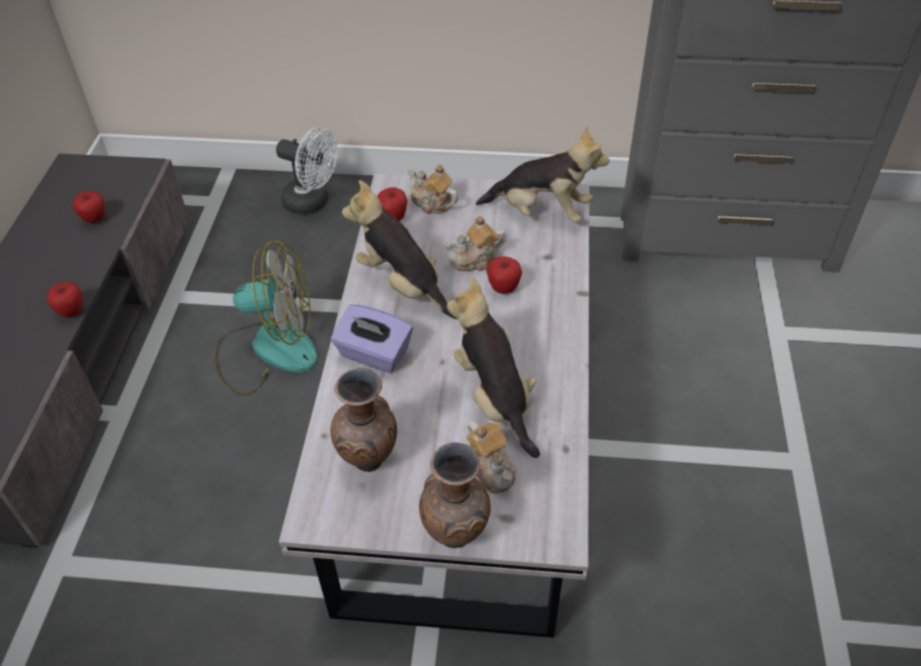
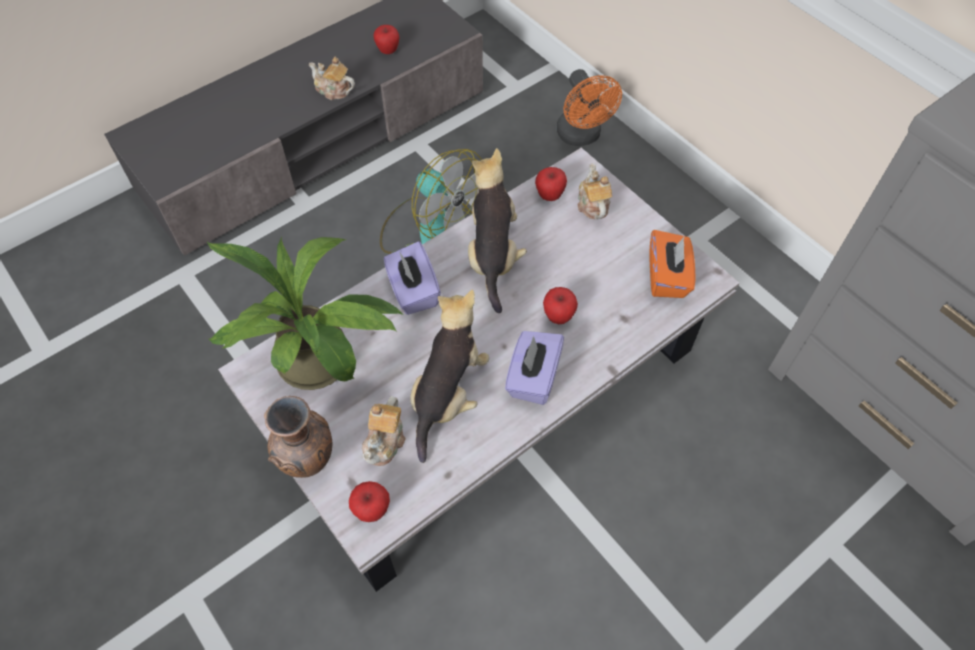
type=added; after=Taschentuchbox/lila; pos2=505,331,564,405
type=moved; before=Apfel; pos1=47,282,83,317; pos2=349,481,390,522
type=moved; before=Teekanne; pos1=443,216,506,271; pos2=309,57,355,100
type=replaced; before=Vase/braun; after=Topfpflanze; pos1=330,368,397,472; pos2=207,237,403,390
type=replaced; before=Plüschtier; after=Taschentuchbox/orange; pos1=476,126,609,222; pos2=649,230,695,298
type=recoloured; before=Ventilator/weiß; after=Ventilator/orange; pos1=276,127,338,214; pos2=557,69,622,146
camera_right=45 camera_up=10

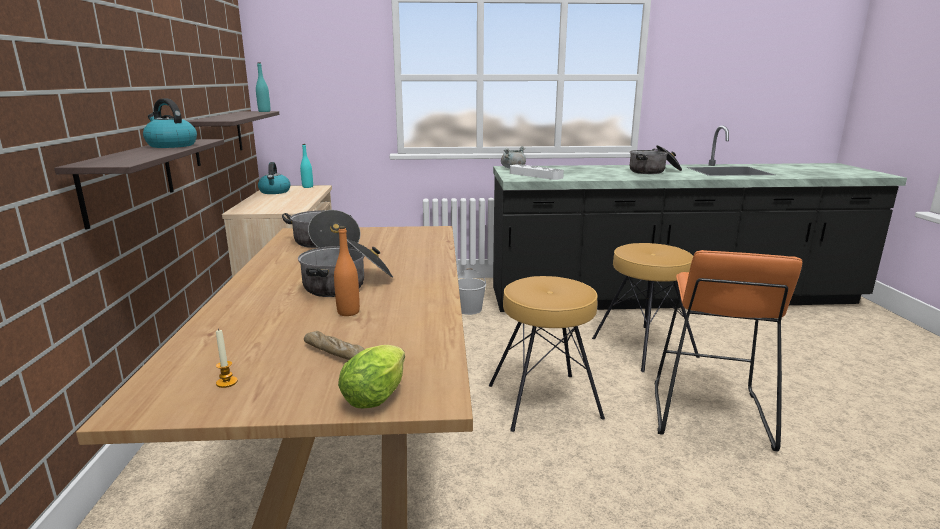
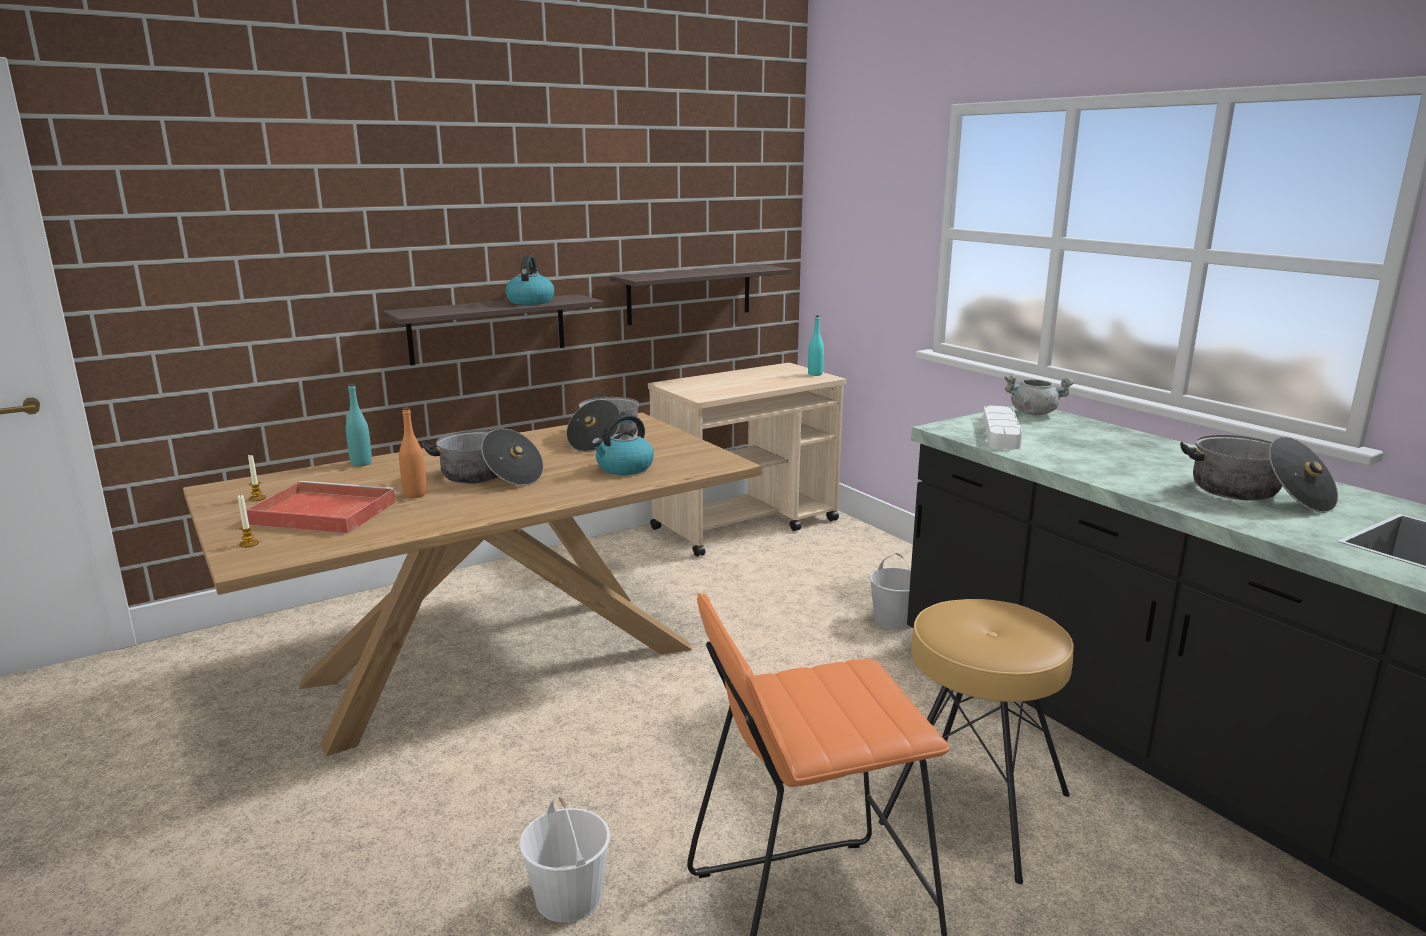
type=removed; before=Hocker/braun; pos1=489,276,605,432
type=added; after=Eimer/weiß; pos2=520,797,610,923
type=moved; before=Flasche/türkis; pos1=256,62,270,112; pos2=346,384,372,466
type=moved; before=Wasserkessel; pos1=258,162,290,194; pos2=591,414,654,475
type=replaced; before=Brot; after=Tablett/rot; pos1=304,331,365,360; pos2=246,481,396,534
type=replaced; before=Salatkopf; after=Kerze; pos1=338,345,405,408; pos2=238,494,259,548
camera_right=60 camera_up=0

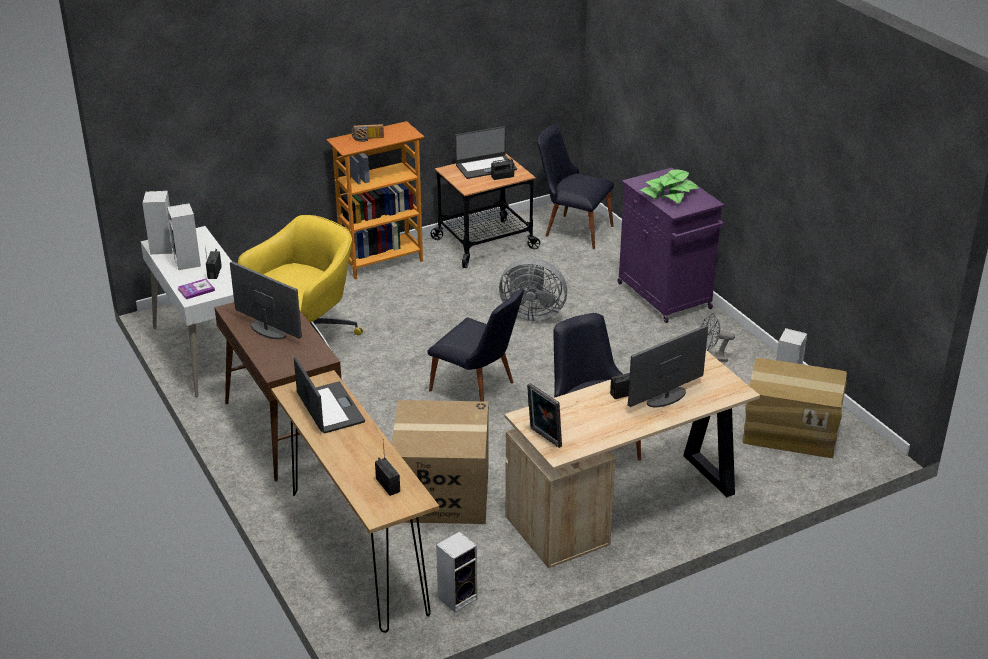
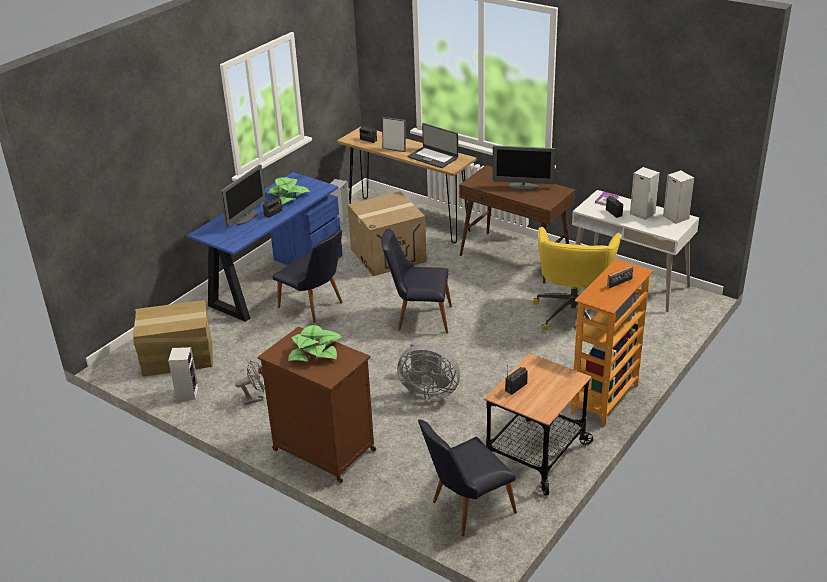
type=removed; before=Laptop; pos1=455,126,517,179
type=added; after=Topfpflanze; pos2=267,177,310,205
type=moved; before=Bilderrahmen; pos1=527,383,562,448; pos2=382,117,406,152
type=recoloured; before=Schreibtisch/beige; after=Schreibtisch/blau; pos1=505,350,760,568; pos2=187,172,343,322
type=recoloured; before=Schrank/lila; after=Schrank/braun; pos1=617,168,725,323; pos2=258,326,376,483
type=turned; before=Ventilator/grau; pos1=499,258,567,321; pos2=397,341,460,400; turn=-150
type=turned; before=Stuhl/schwarz; pos1=538,125,614,249; pos2=418,419,517,536; turn=150
camera_right=155 camera_up=0

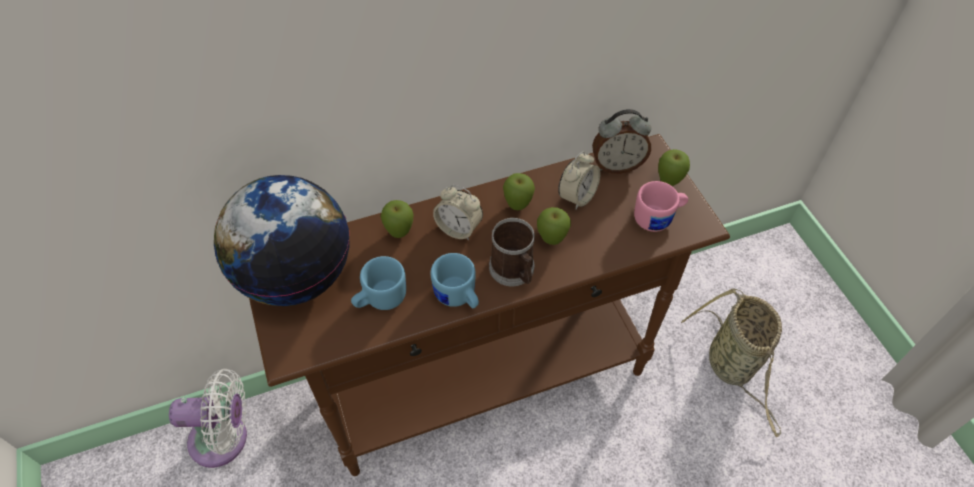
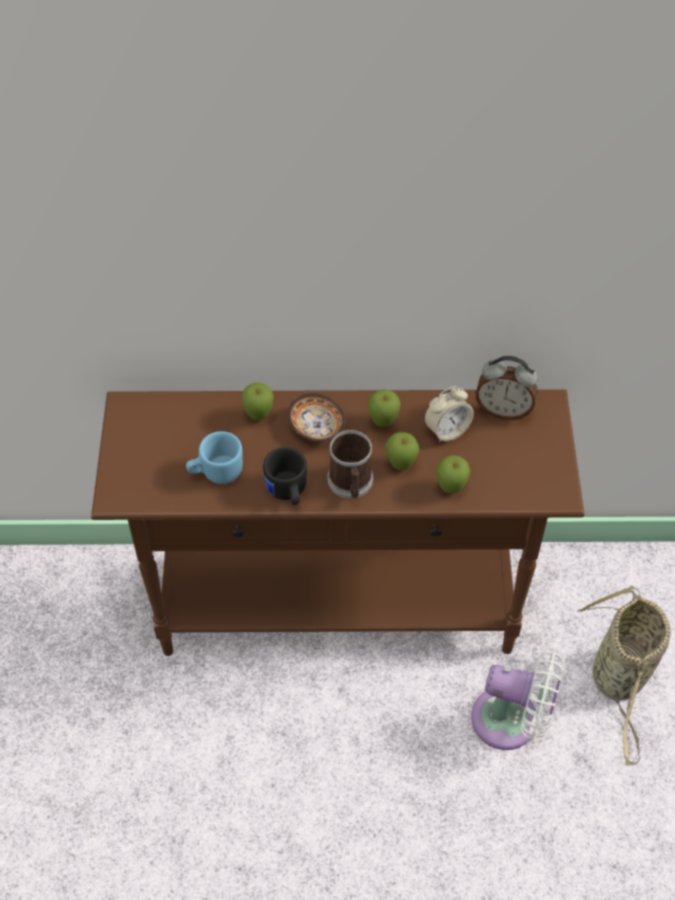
type=removed; before=Globus; pos1=214,175,350,306
type=removed; before=Henkelbecher/rosa; pos1=634,181,688,232
type=moved; before=Ventilator/weiß; pos1=169,369,247,468; pos2=471,648,565,750
type=moved; before=Apfel; pos1=658,149,690,186; pos2=436,455,470,494
type=replaced; before=Wecker; after=Schüssel; pos1=433,185,483,240; pos2=288,393,345,442
type=recoloured; before=Henkelbecher/blau; after=Henkelbecher/schwarz; pos1=431,253,479,308; pos2=263,447,307,505
camera_right=20 camera_up=0

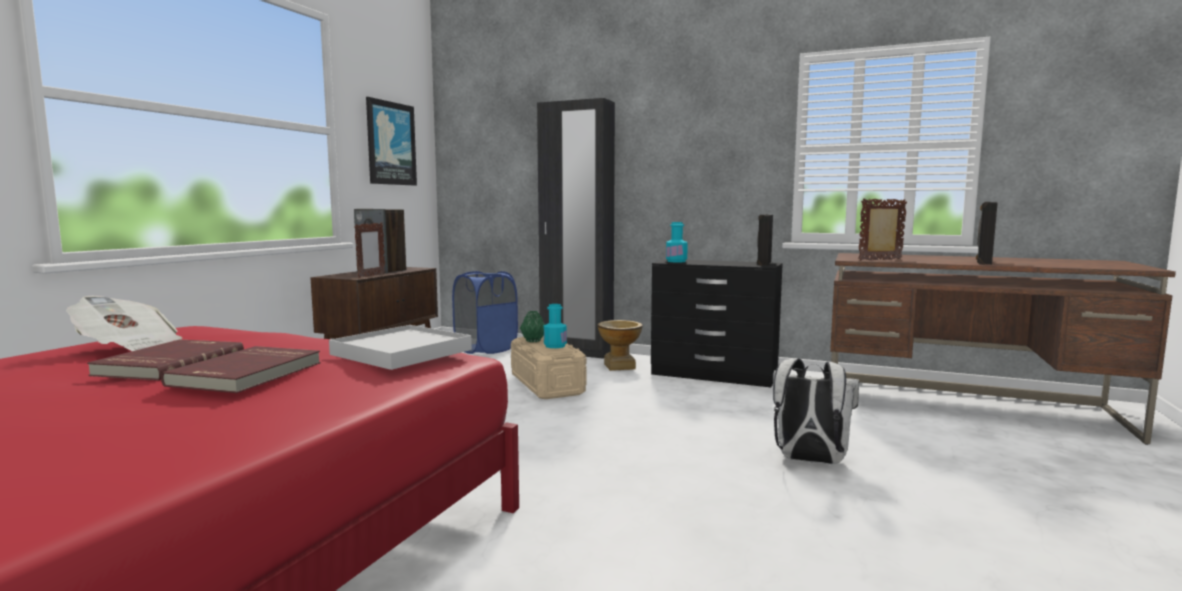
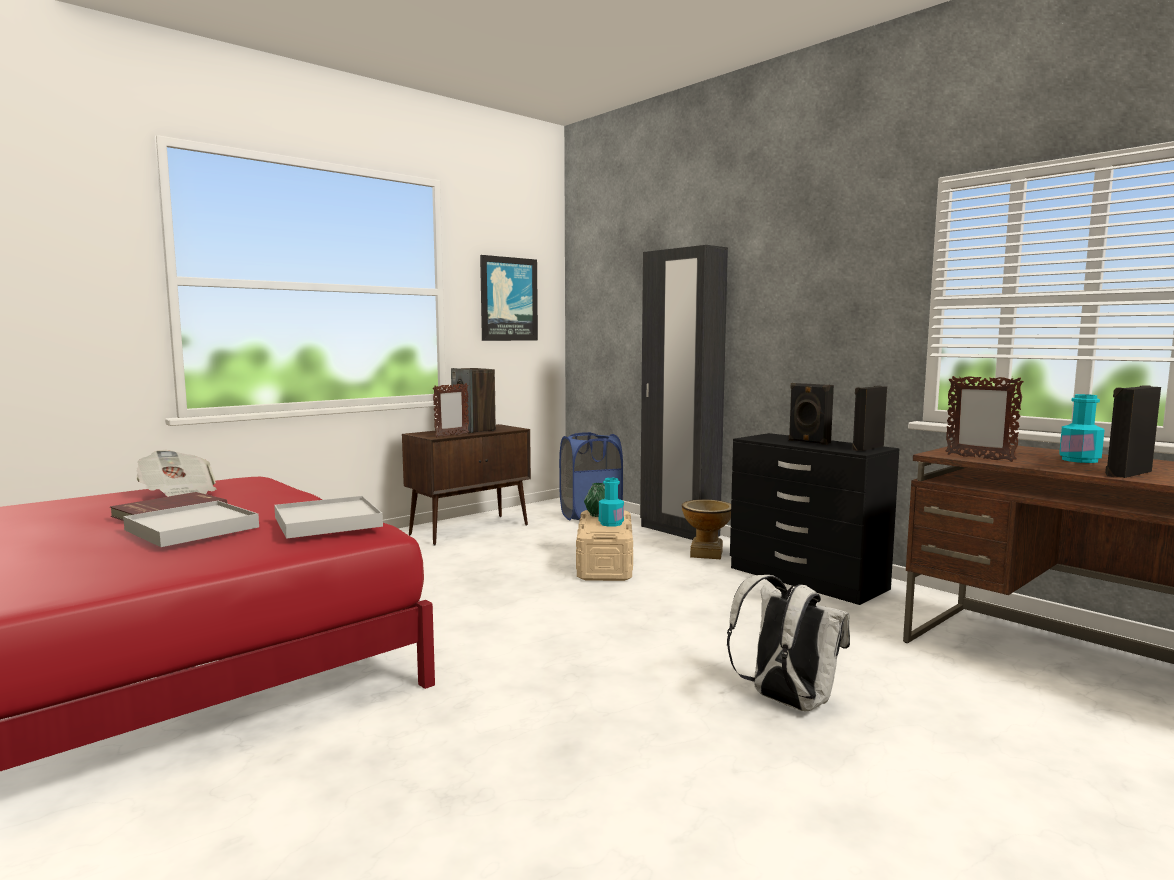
type=added; after=Lautsprecher/schwarz; pos2=788,383,834,445
type=moved; before=Flasche/türkis; pos1=666,222,688,263; pos2=1059,394,1104,463
type=replaced; before=Buch/rot; after=Tablett/weiß; pos1=161,346,321,393; pos2=123,501,259,547
type=turned; before=Bilderrahmen; pos1=858,199,907,261; pos2=946,376,1024,462; turn=-150
camera_right=25 camera_up=0

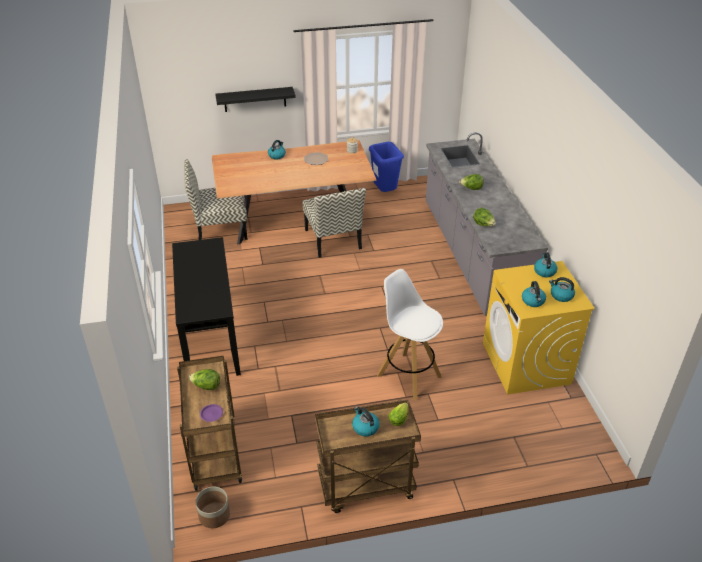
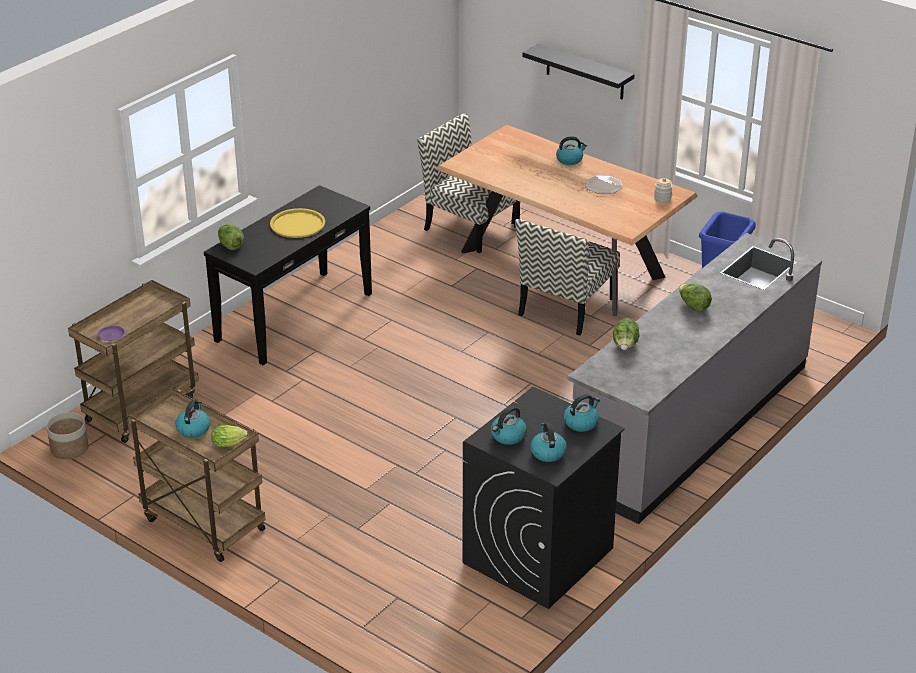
type=removed; before=Hocker/weiß; pos1=377,269,443,400
type=added; after=Tablett/gelb; pos2=270,208,325,238
type=moved; before=Salatkopf; pos1=189,369,220,390; pos2=218,224,244,250
type=recoloured; before=Waschmaschine/gelb; after=Waschmaschine/schwarz; pos1=483,261,595,395; pos2=463,387,625,609
camera_right=50 camera_up=-5

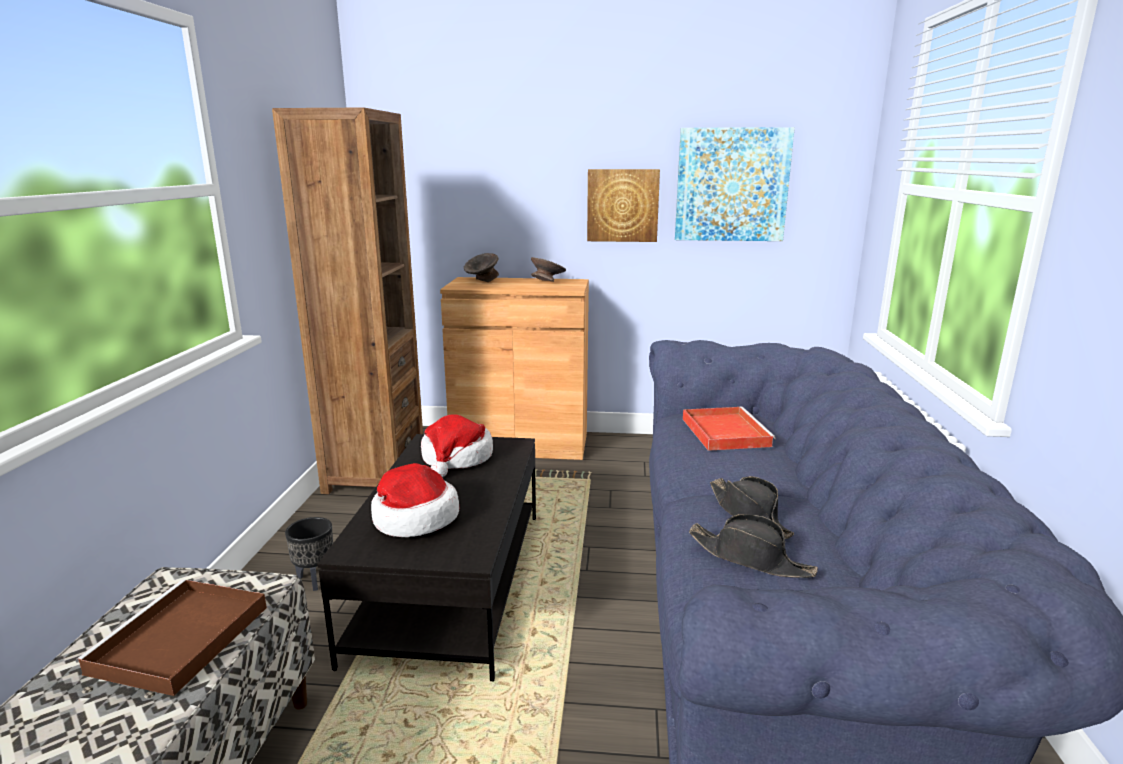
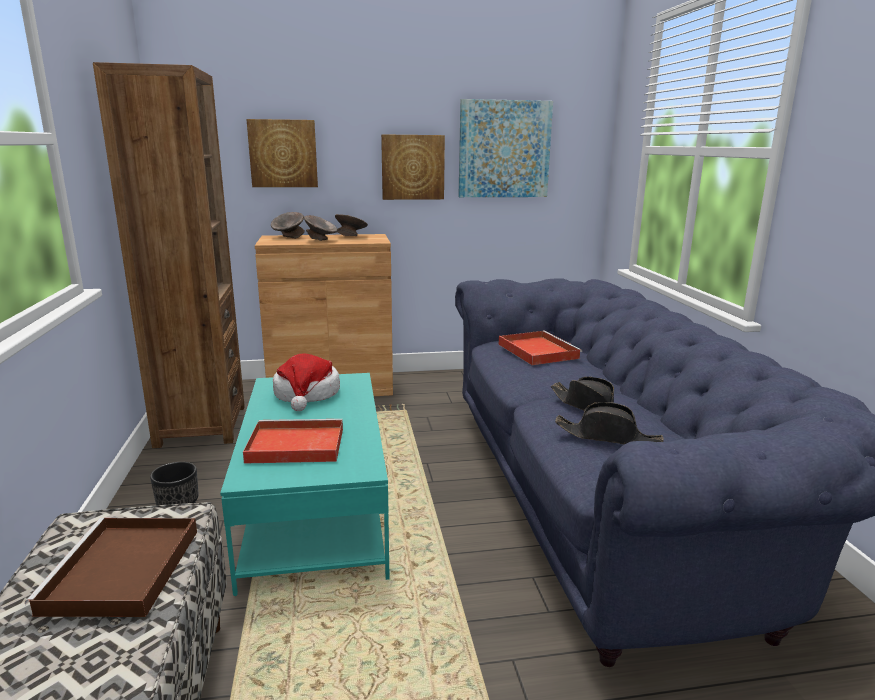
type=added; after=Bild; pos2=246,119,318,187
type=added; after=Schüssel/grau; pos2=304,215,337,241
type=replaced; before=Hut; after=Tablett/rot; pos1=371,463,459,537; pos2=243,419,343,464
type=recoloured; before=Couchtisch/schwarz; after=Couchtisch/türkis; pos1=317,434,536,681; pos2=220,373,390,596
camera_right=-15 camera_up=0

